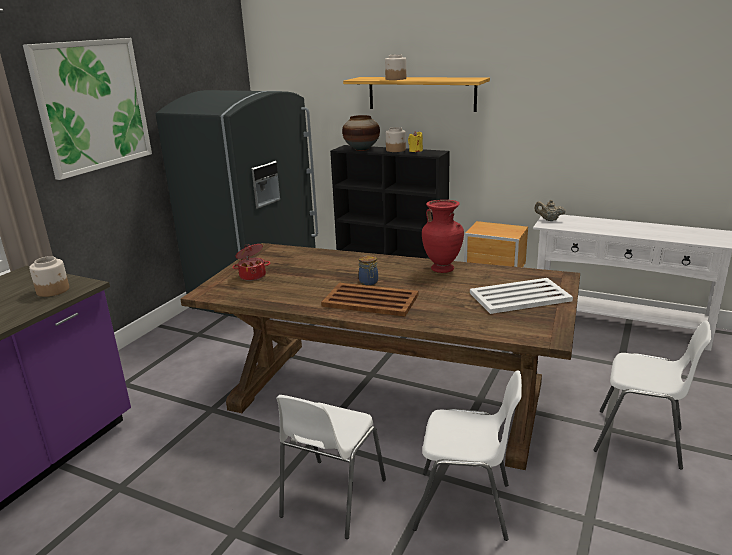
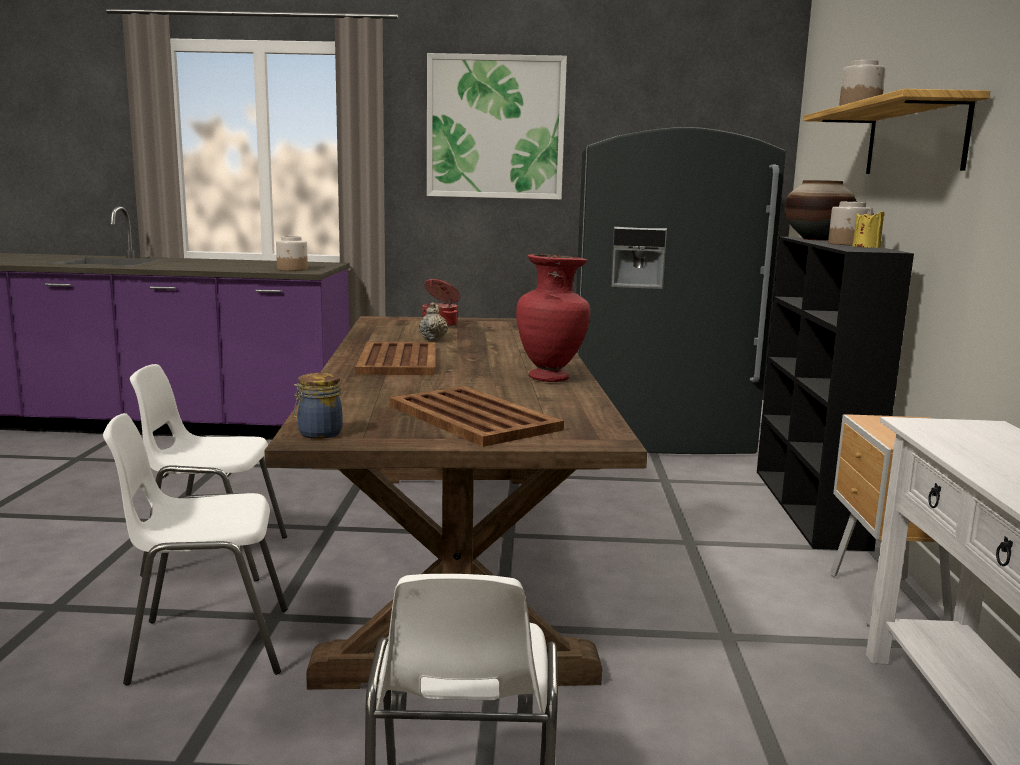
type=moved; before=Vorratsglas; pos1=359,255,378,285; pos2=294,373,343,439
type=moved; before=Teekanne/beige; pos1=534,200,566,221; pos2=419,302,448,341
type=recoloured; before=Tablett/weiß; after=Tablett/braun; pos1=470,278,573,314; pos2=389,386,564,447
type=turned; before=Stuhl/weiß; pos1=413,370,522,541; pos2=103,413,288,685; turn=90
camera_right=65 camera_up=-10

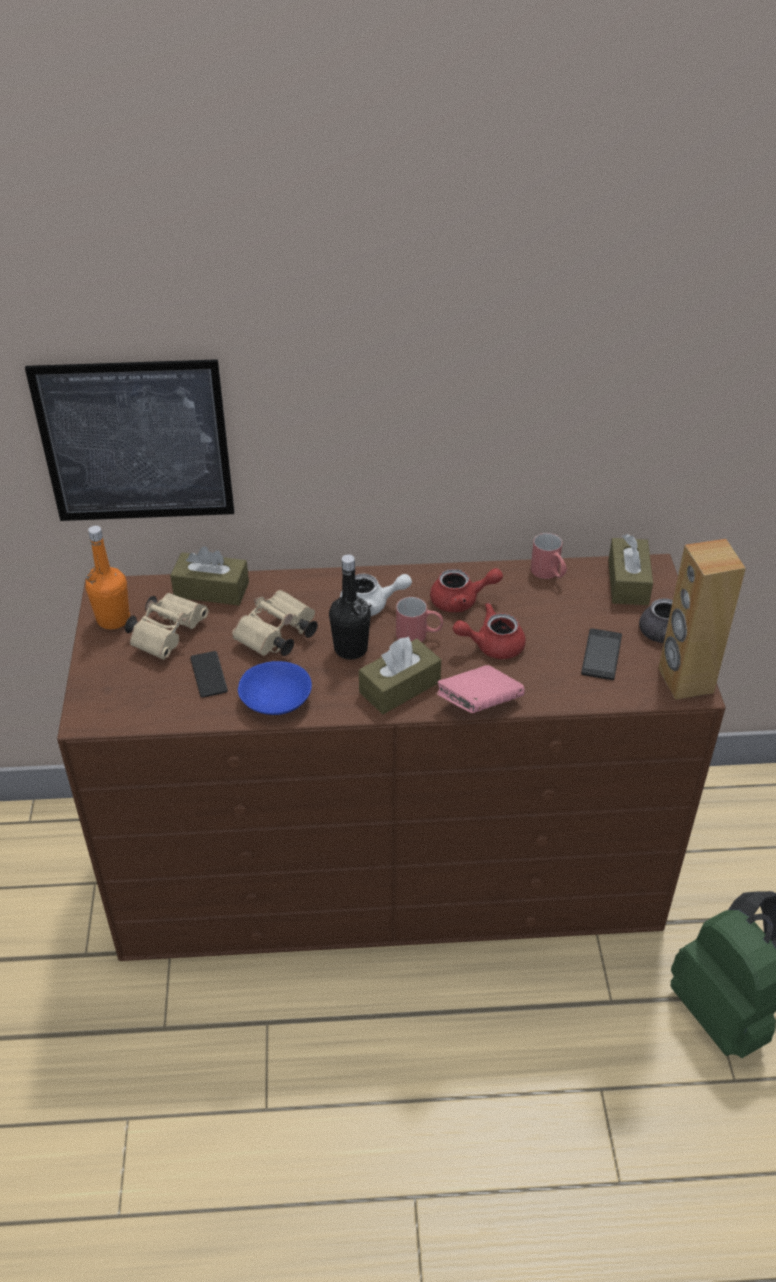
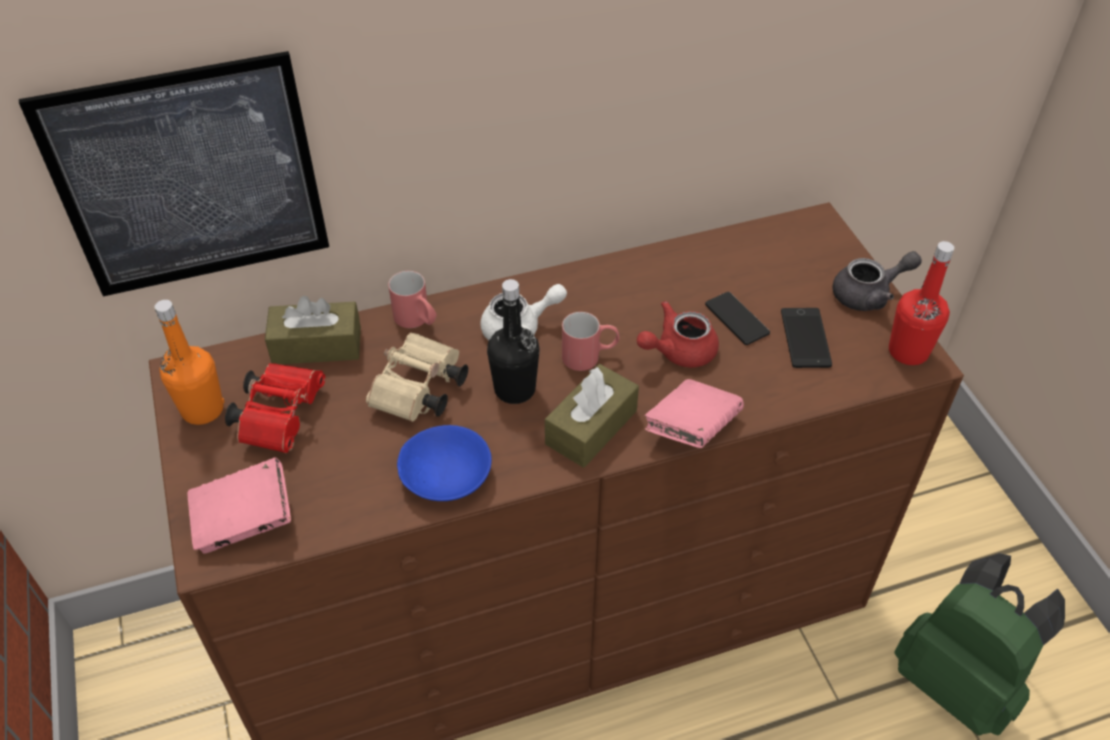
type=removed; before=Teekanne/rot; pos1=430,568,503,612
type=removed; before=Taschentuchbox/braun; pos1=608,534,653,605
type=added; after=Buch/rosa; pos2=187,457,291,554
type=moved; before=Handy; pos1=190,651,228,698; pos2=705,292,770,345
type=moved; before=Henkelbecher/rot; pos1=531,533,567,579; pos2=388,271,437,328
type=replaced; before=Lautsprecher/braun; after=Flasche/rot; pos1=658,539,746,700; pos2=889,241,954,365
type=recoloured; before=Fernglas/beige; after=Fernglas/rot; pos1=125,593,208,660; pos2=225,363,325,453
camera_right=-15 camera_up=5

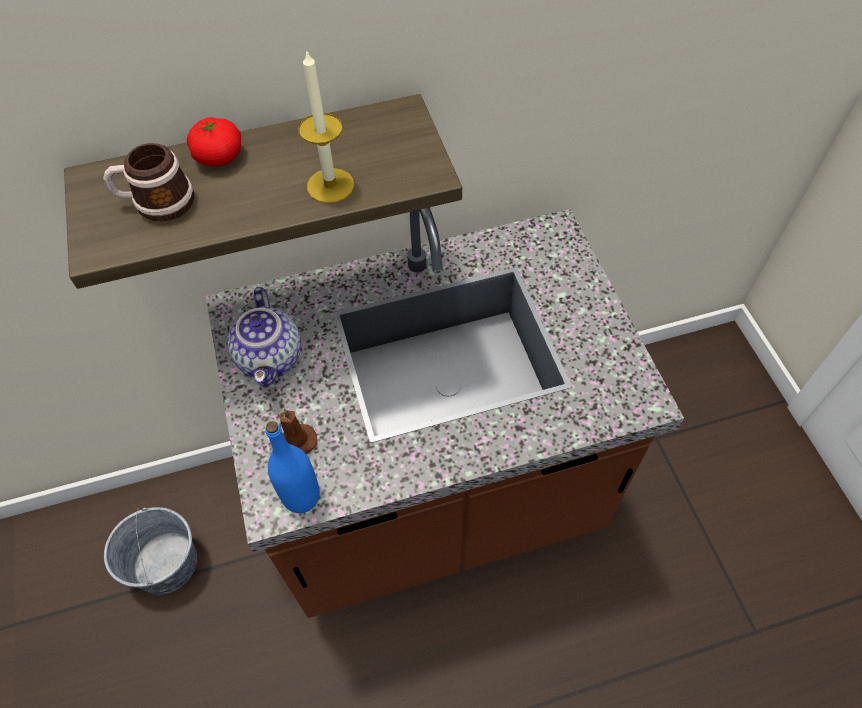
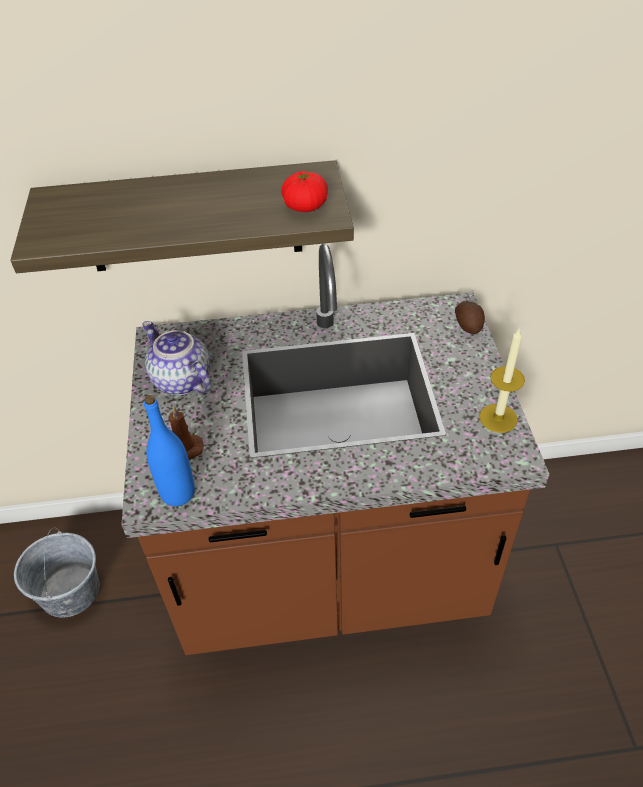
type=removed; before=Henkelbecher; pos1=103,143,195,221
type=added; after=Kartoffel; pos2=455,301,485,334
type=moved; before=Tomate; pos1=187,117,241,167; pos2=281,171,328,212
type=moved; before=Kerze; pos1=299,49,354,203; pos2=480,329,525,433
type=turned; before=Teekanne; pos1=228,287,301,387; pos2=142,321,211,395; turn=135
camera_right=10 camera_up=-10

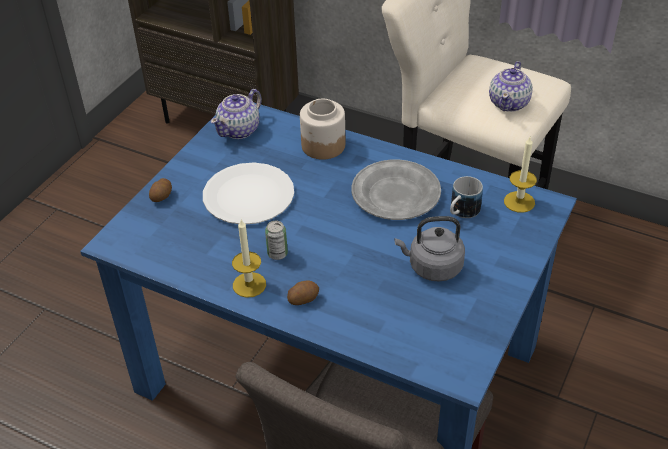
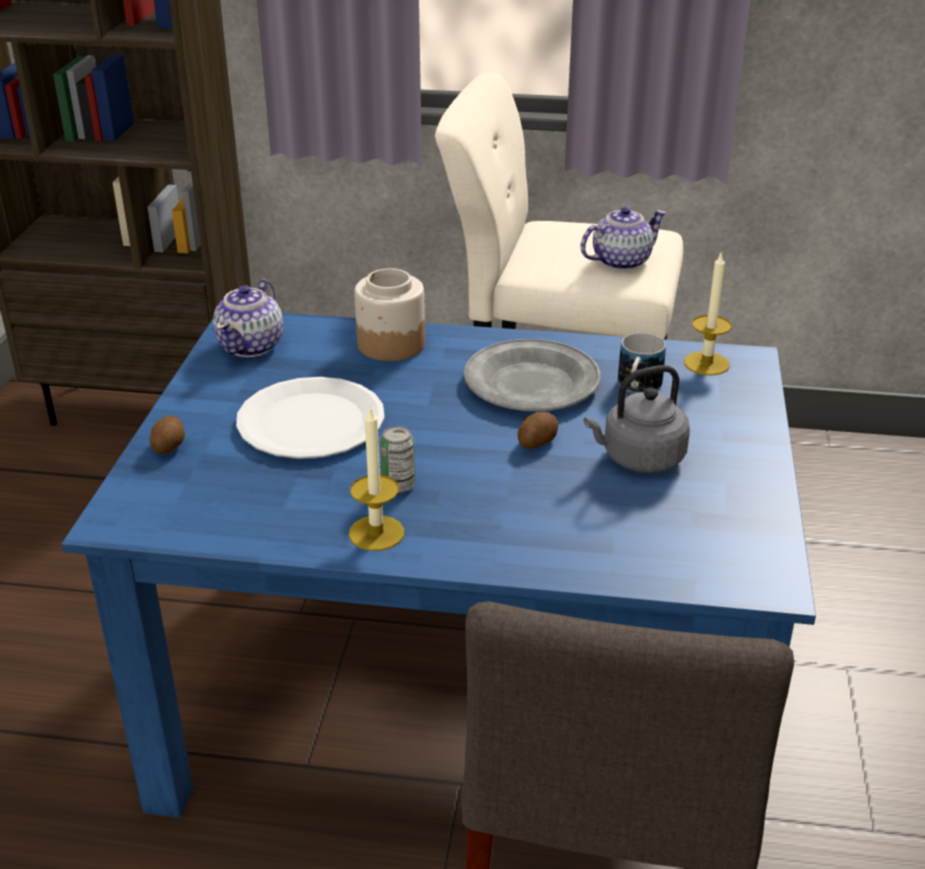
type=moved; before=Kartoffel; pos1=287,280,319,305; pos2=518,412,558,449
type=turned; before=Teekanne; pos1=489,61,533,112; pos2=580,206,667,270; turn=-120
camera_right=-20 camera_up=-10

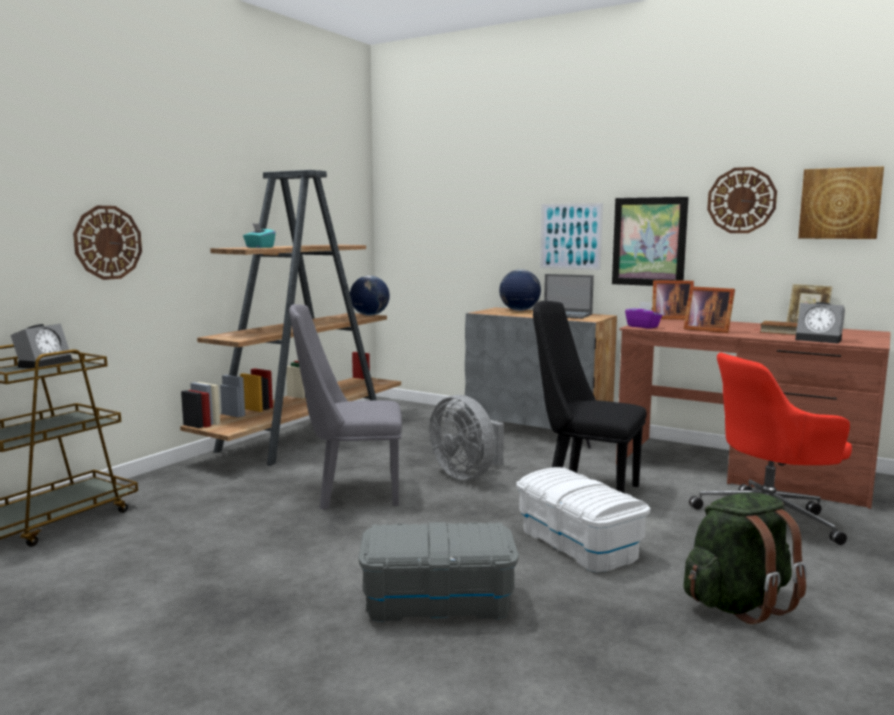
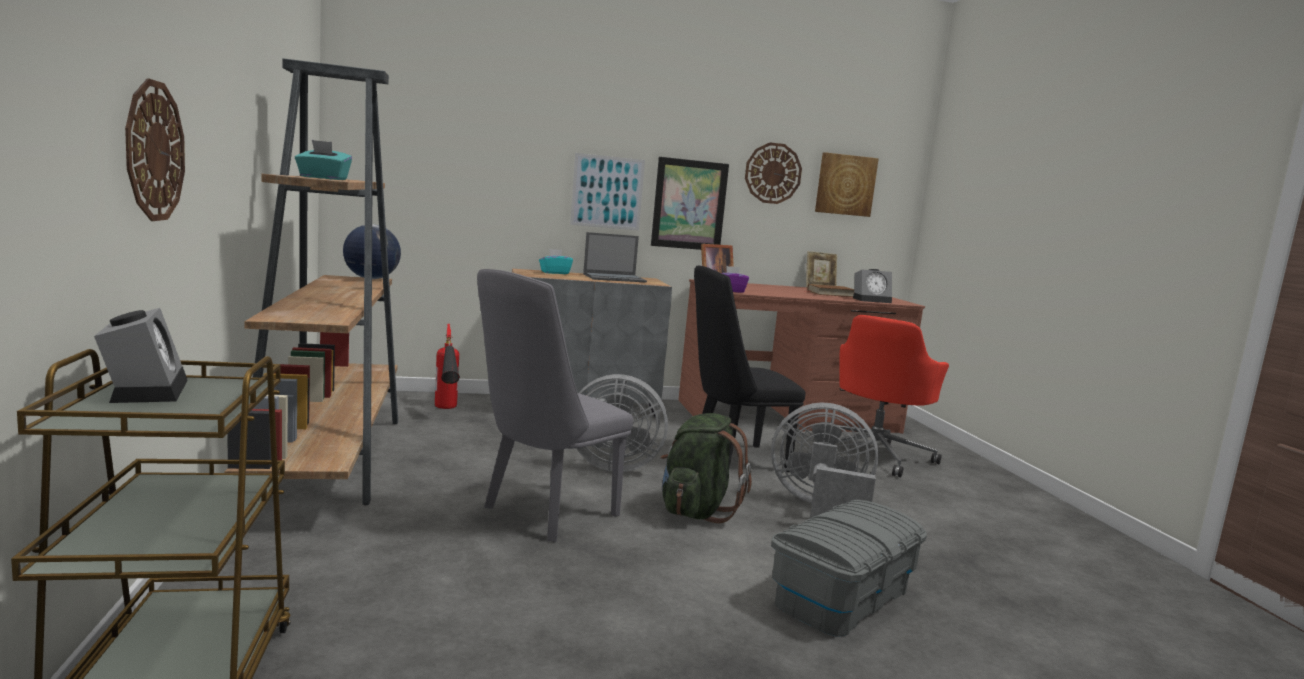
type=removed; before=Bilderrahmen; pos1=683,286,735,333
type=added; after=Feuerlöscher; pos2=435,324,460,409
type=moved; before=Rucksack/grün; pos1=684,493,807,624; pos2=660,413,752,523
type=replaced; before=Globus; after=Taschentuchbox/türkis; pos1=499,269,541,311; pos2=539,249,573,274
type=replaced; before=Aufbewahrungsbox/weiß; after=Ventilator/grau; pos1=516,467,651,573; pos2=771,402,879,518
camera_right=-45 camera_up=0

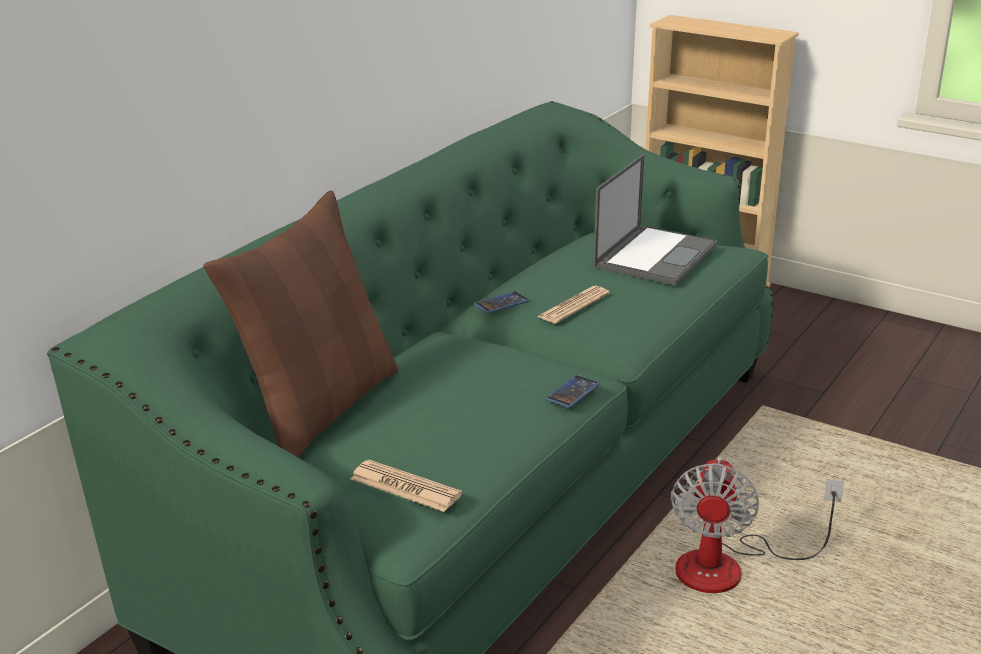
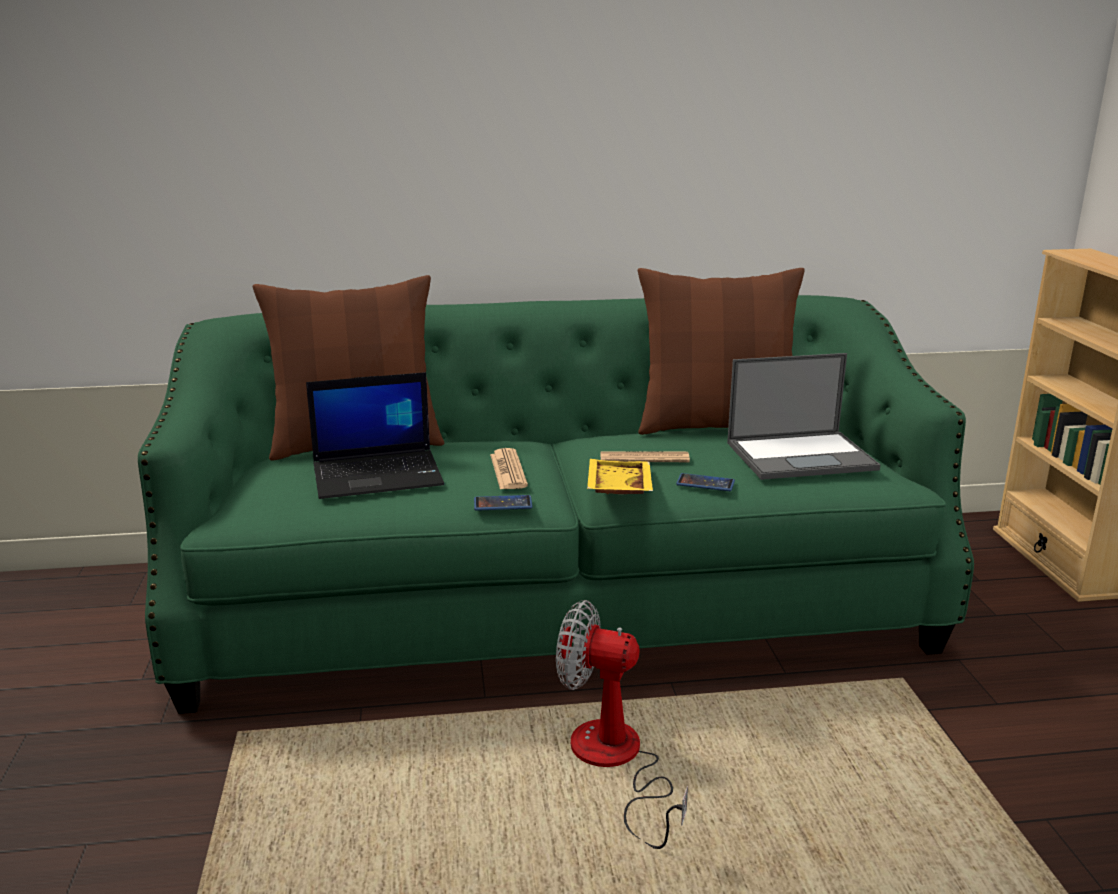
type=added; after=Laptop; pos2=306,372,444,499
type=added; after=Tablett/gelb; pos2=587,459,653,494
type=added; after=Kissen/braun; pos2=638,268,805,435
type=moved; before=Zeitung; pos1=351,459,462,512; pos2=490,448,528,490
type=moved; before=Handy; pos1=474,291,530,314; pos2=676,473,735,491
type=turned; before=Ventilator; pos1=670,457,844,593; pos2=556,600,688,849; turn=45
camera_right=50 camera_up=-5

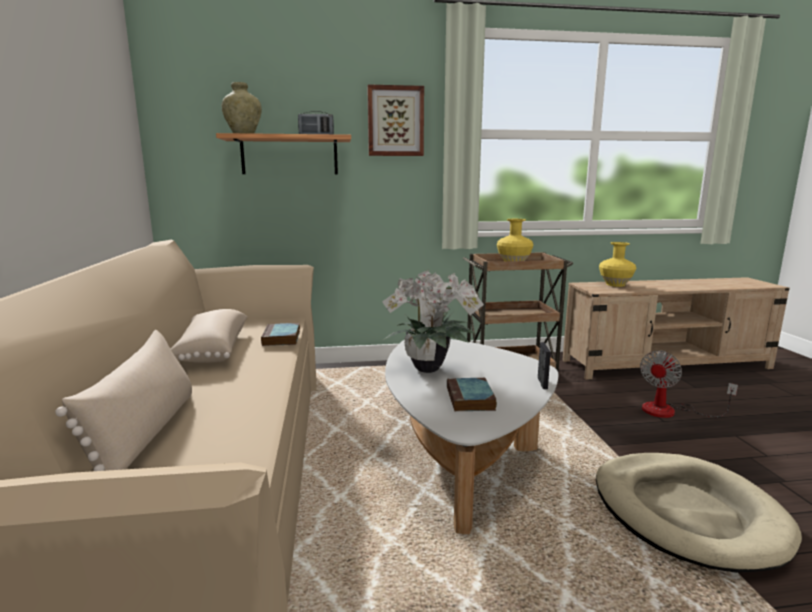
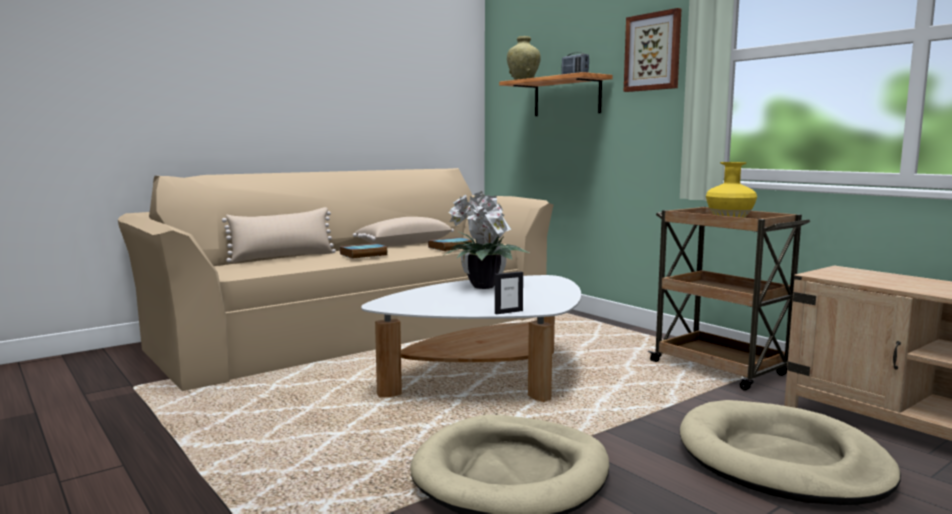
type=removed; before=Vase/gelb; pos1=599,242,636,287
type=moved; before=Buch; pos1=447,378,497,411; pos2=340,243,387,259
type=replaced; before=Ventilator; after=Hundebett/beige; pos1=640,351,738,418; pos2=680,400,901,505
camera_right=60 camera_up=-5

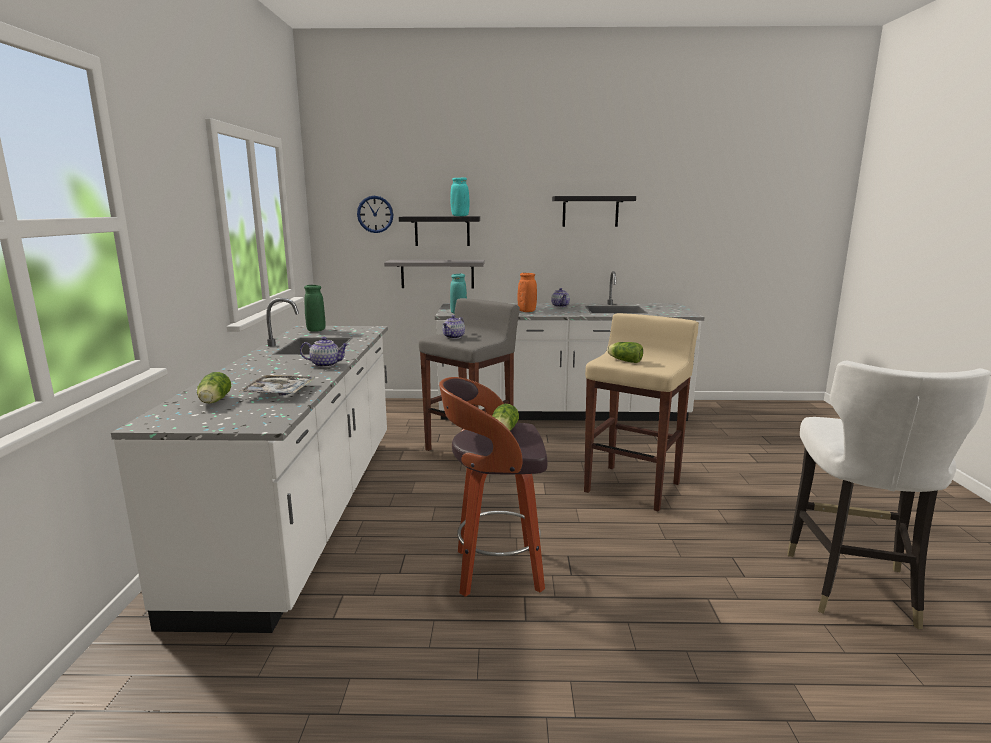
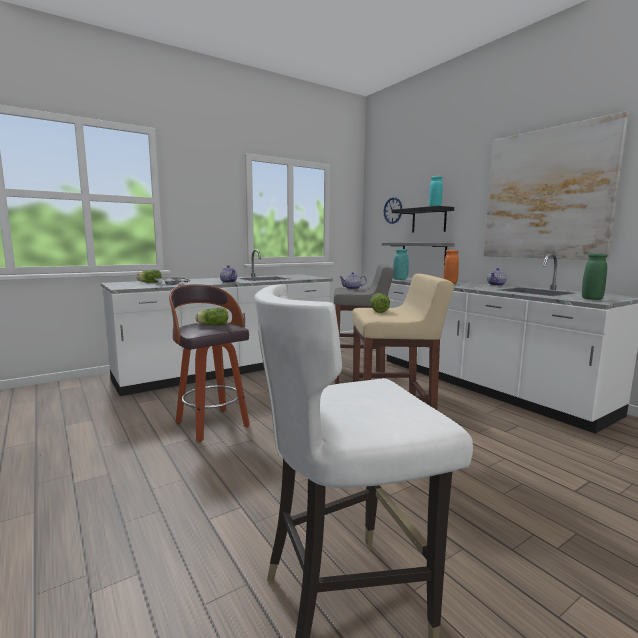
type=moved; before=Vase/grün; pos1=304,285,326,332; pos2=582,253,608,300
type=replaced; before=Wandregal/schwarz; after=Bild; pos1=552,196,636,227; pos2=484,111,629,261
camera_right=55 camera_up=-5

